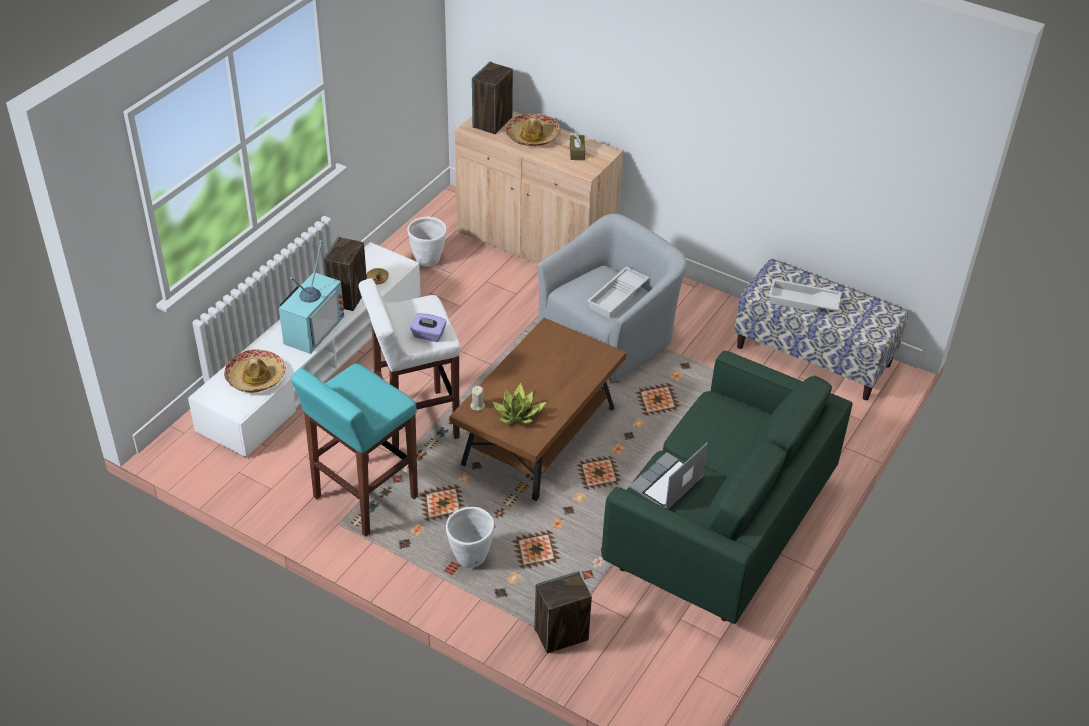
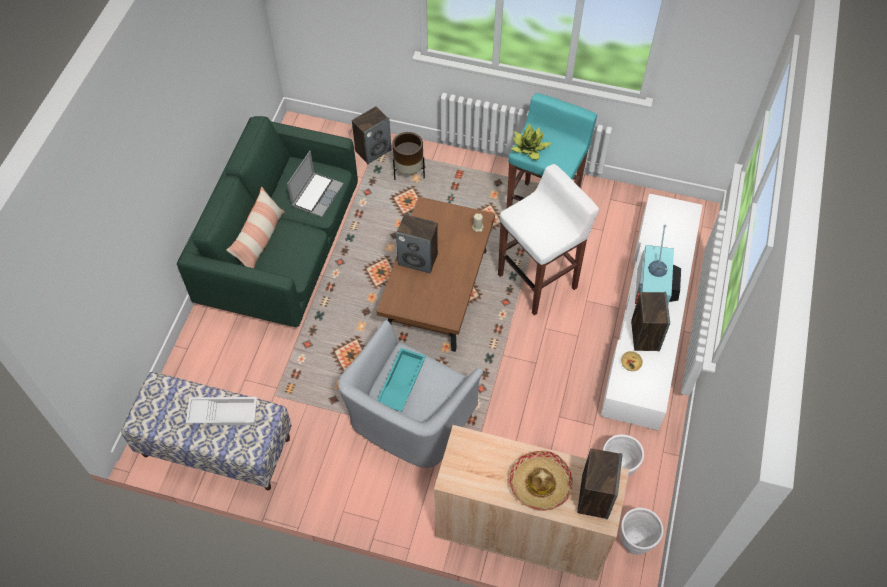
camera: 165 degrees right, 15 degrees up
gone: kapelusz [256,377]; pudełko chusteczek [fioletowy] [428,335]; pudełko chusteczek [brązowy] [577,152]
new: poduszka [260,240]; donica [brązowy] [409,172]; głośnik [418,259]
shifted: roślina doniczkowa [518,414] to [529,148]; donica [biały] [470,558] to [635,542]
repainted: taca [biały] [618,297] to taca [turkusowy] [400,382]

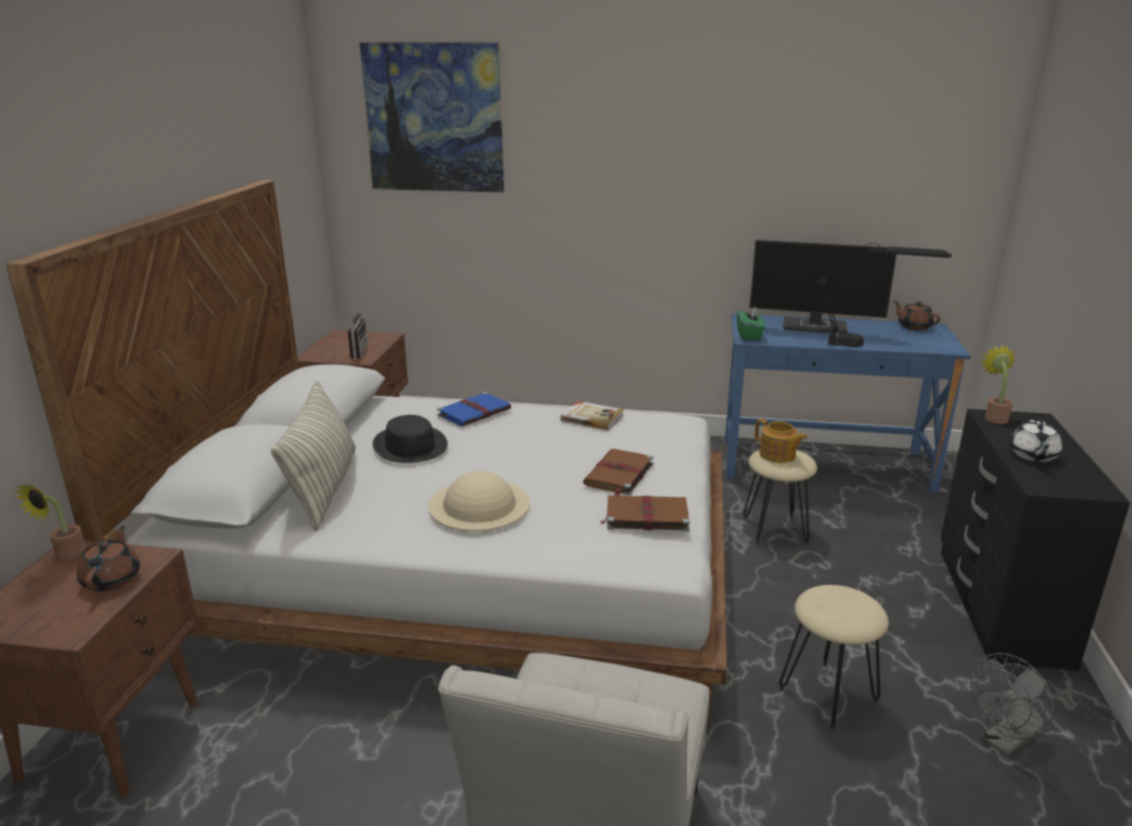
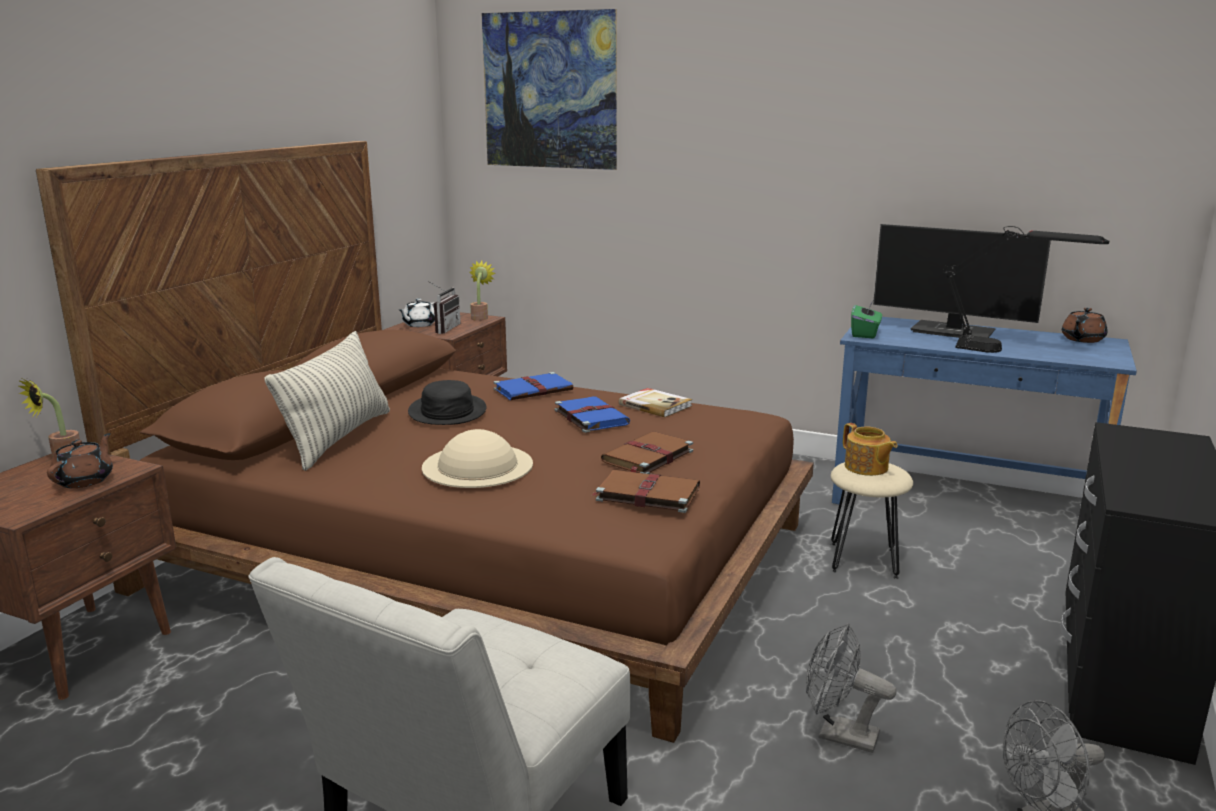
camera: 15 degrees right, 5 degrees down
new: książka [niebieski] [590,417]
shifted: imbryk [biały] [1033,455] to [419,324]; roślina doniczkowa [994,417] to [480,317]
swapped: stołek [beżowy] [829,694] to wentylator [szary] [838,735]
repainted: łóżko [biały] [461,570] to łóżko [brązowy] [487,554]
rotated: imbryk [brązowy] [914,326] = [1082,339] 120 degrees counterclockwise

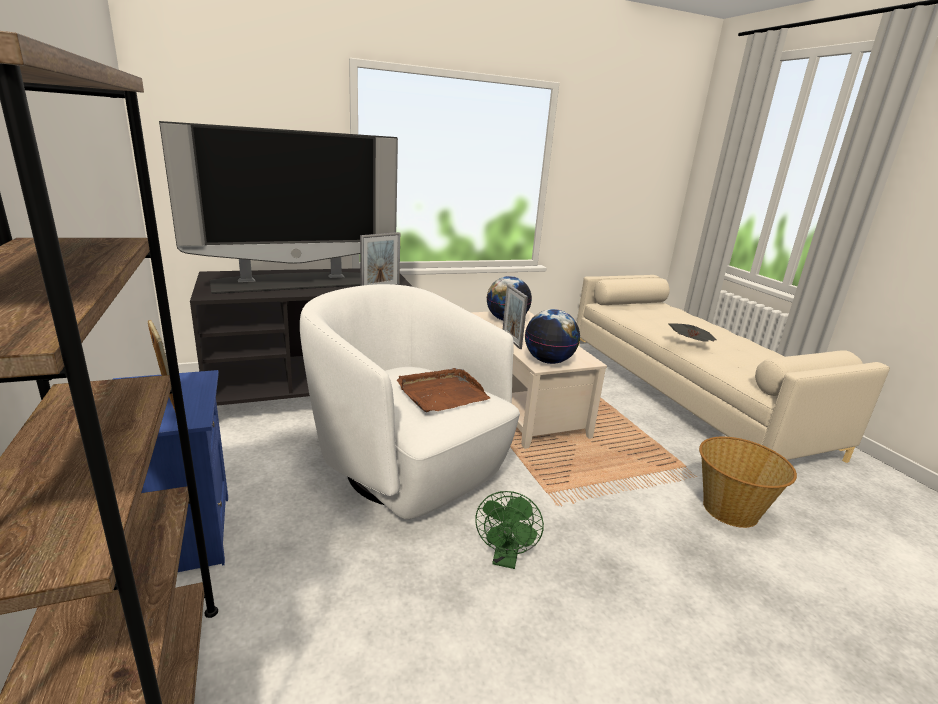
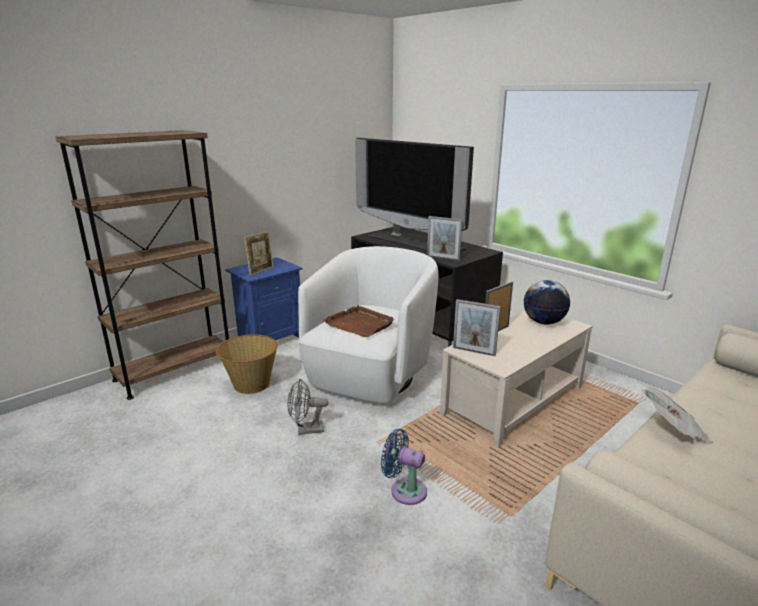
camera: 70 degrees right, 0 degrees up
new: wentylator [niebieski] [405,490]
shifted: koszyk [730,510] to [251,384]
swapped: globus [549,361] to ramka na zdjęcie [474,351]
repainted: wentylator [zielony] [505,559] to wentylator [szary] [306,430]

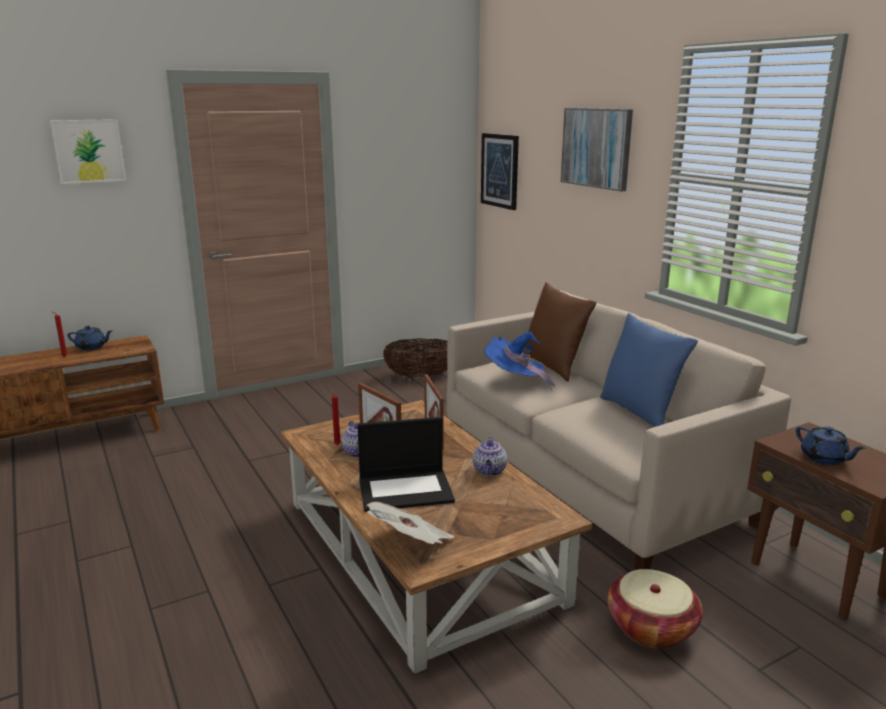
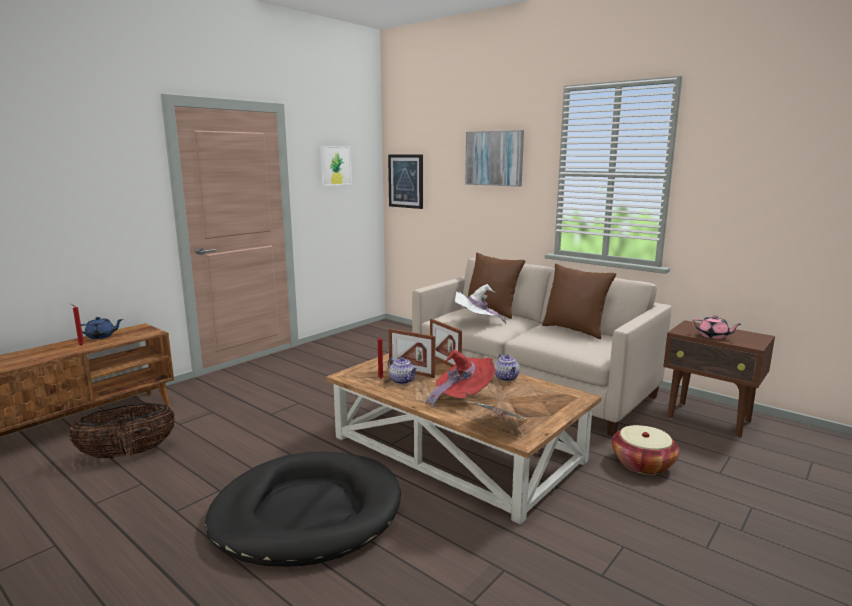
camera: 20 degrees left, 5 degrees down
new: legowisko [czarny] [307,513]
shifted: koszyk [420,376] to [128,453]; obraz [89,151] to [335,165]
swapped: laptop [406,490] to kapelusz [czerwony] [462,397]
repainted: kapelusz [niebieski] [516,380] to kapelusz [biały] [476,322]; poduszka [niebieski] [640,412] to poduszka [brązowy] [574,330]; imbryk [niebieski] [824,458] to imbryk [różowy] [713,336]

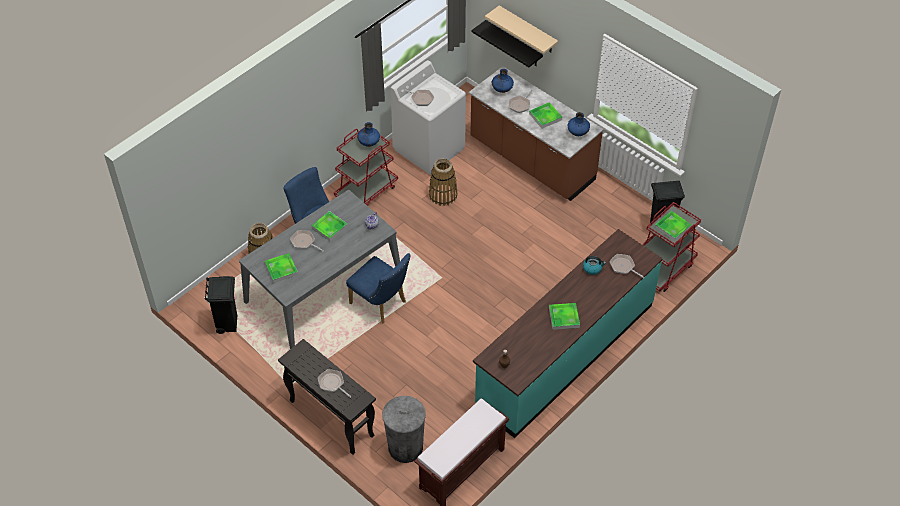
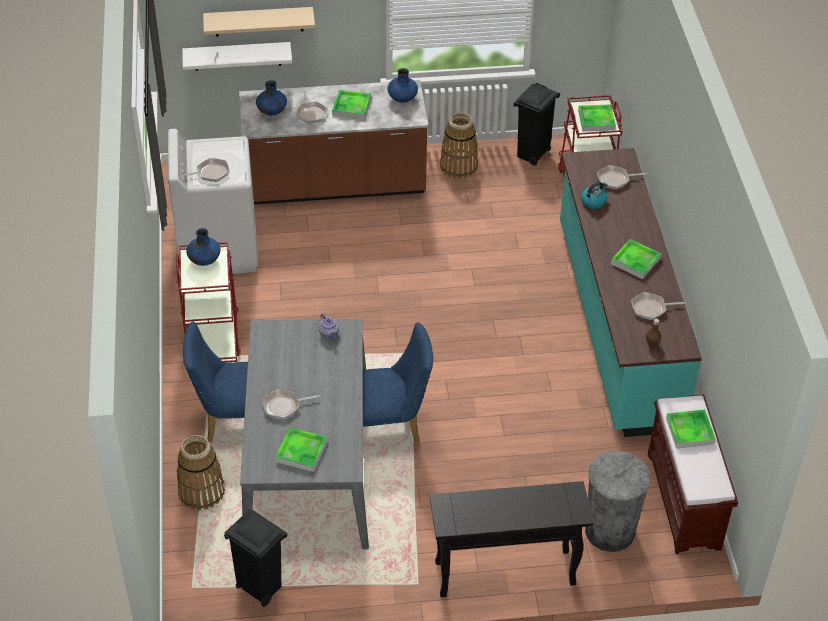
camera: 50 degrees left, 5 degrees down
shifted: koszyk [443,195] to [459,166]; patelnia [332,383] to [651,308]; taca [329,227] to [690,431]
repainted: półka [czarny] [513,44] to półka [biały] [237,56]

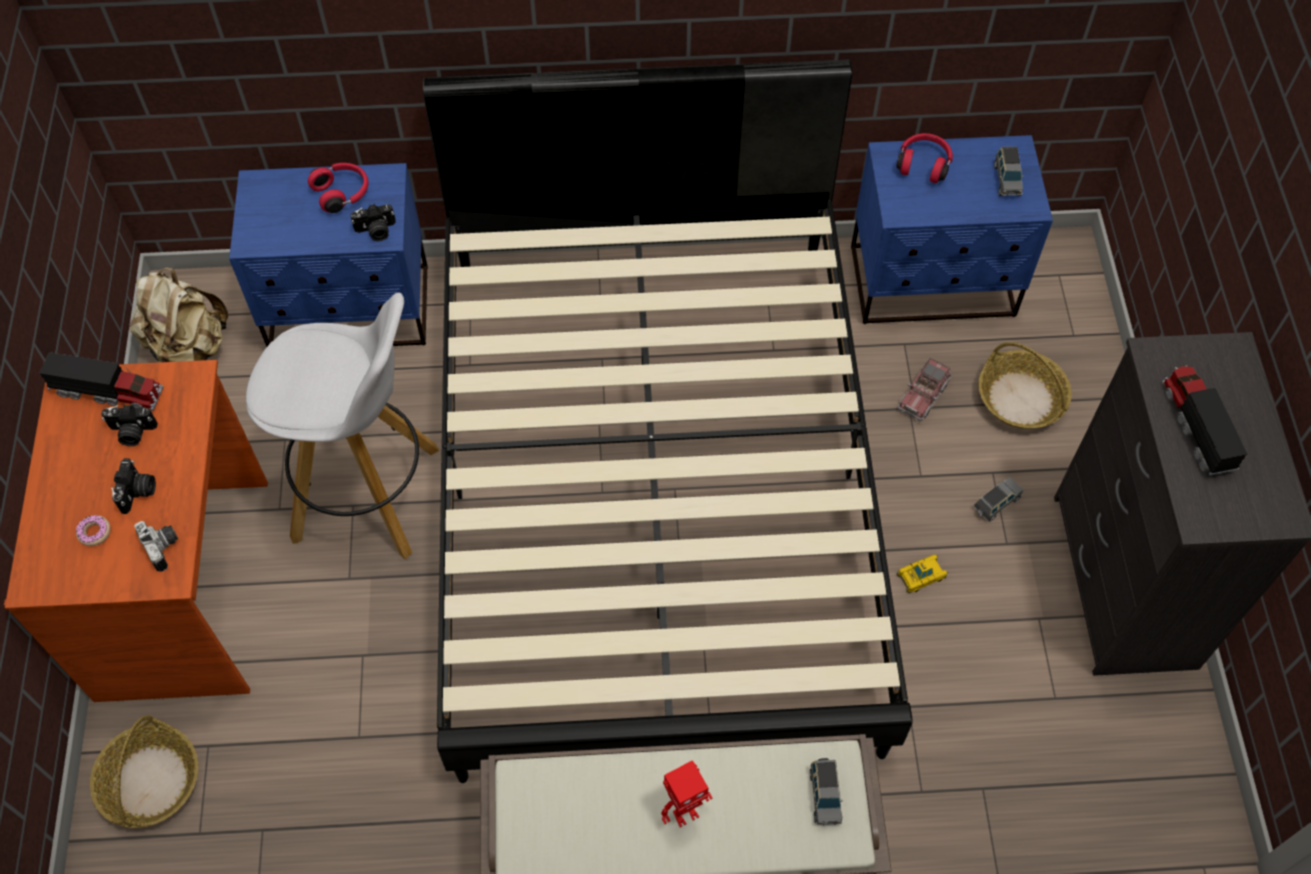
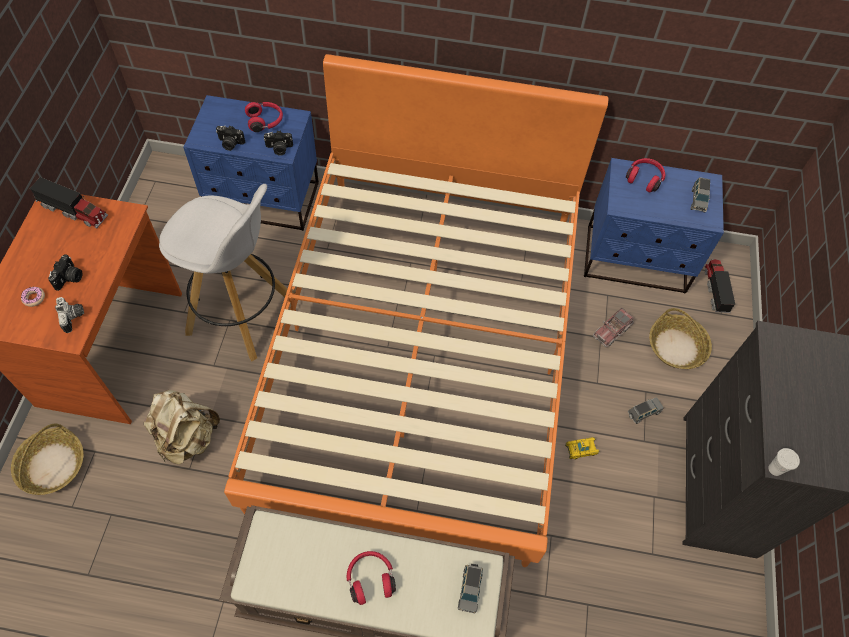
camera: 10 degrees right, 0 degrees up
new: filiżanka [biały] [775,469]
shifted: plecak [beżowy] [189,348] to [187,437]; aparat fotograficzny [132,432] to [230,143]; ciężarówka zabawkowa [1196,426] to [715,289]
swapped: robot zabawkowy [684,813] to słuchawki [czerwony] [370,578]
repainted: łóżko [czarny] [656,487] to łóżko [pomarańczowy] [423,352]

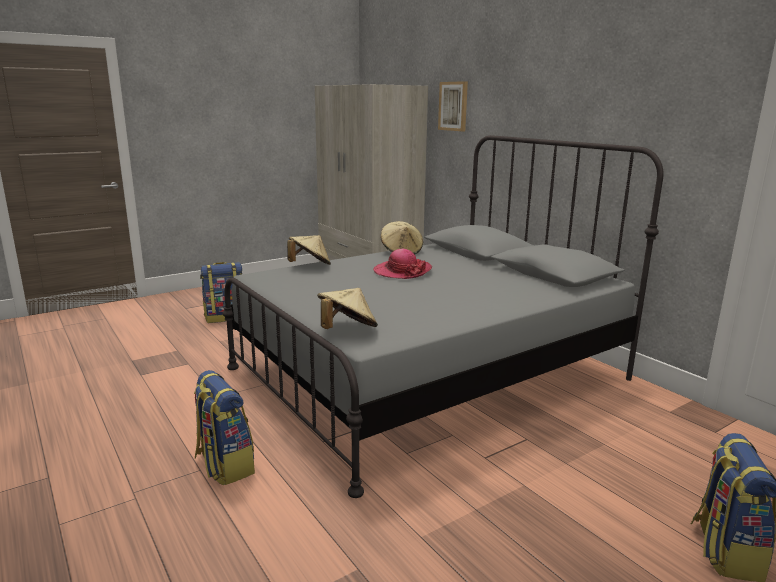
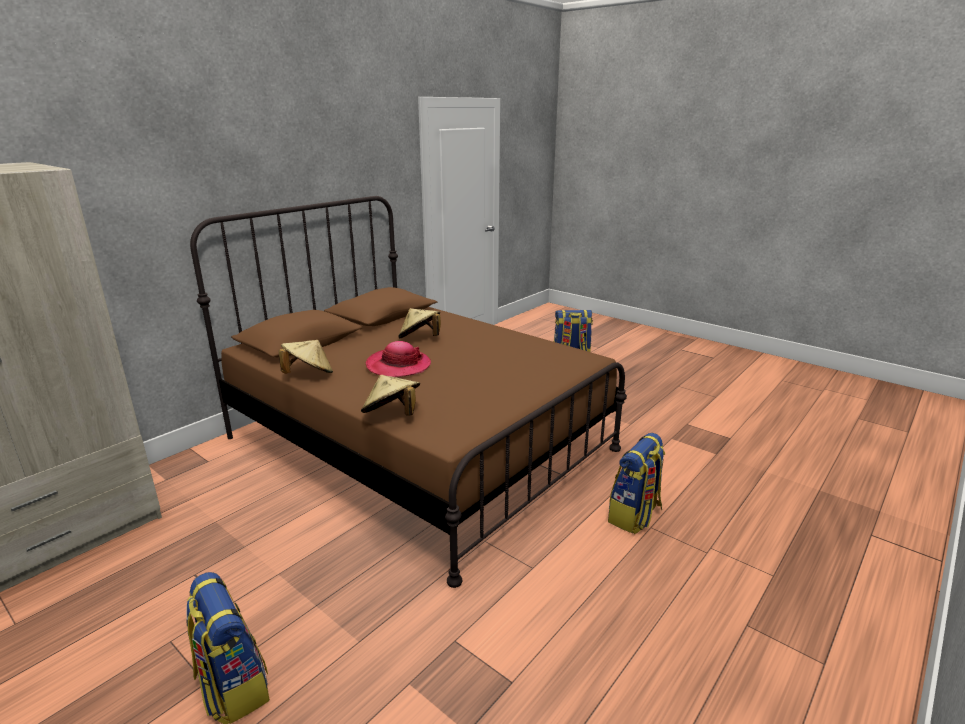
camera: 105 degrees left, 5 degrees up
gone: obraz [453,106]
shifted: kapelusz [beżowy] [347,330] to [420,339]
repainted: łóżko [szary] [429,374] to łóżko [brązowy] [419,443]

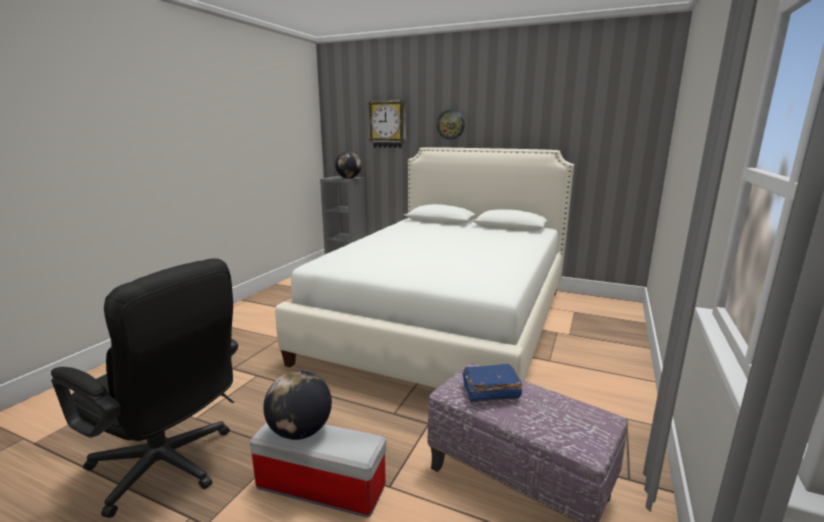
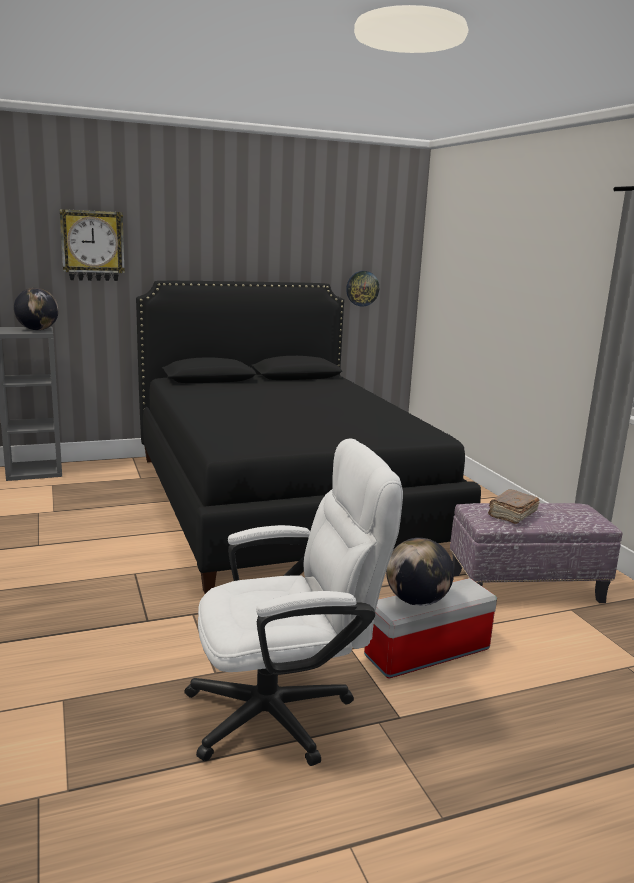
camera: 45 degrees left, 0 degrees up
shifted: zegar ścienny [450,124] to [362,288]
repainted: łóżko [biały] [445,322] to łóżko [czarny] [283,501]; krzesło biurowe [czarny] [170,468] to krzesło biurowe [biały] [285,711]; książka [niebieski] [490,392] to książka [brązowy] [512,515]

